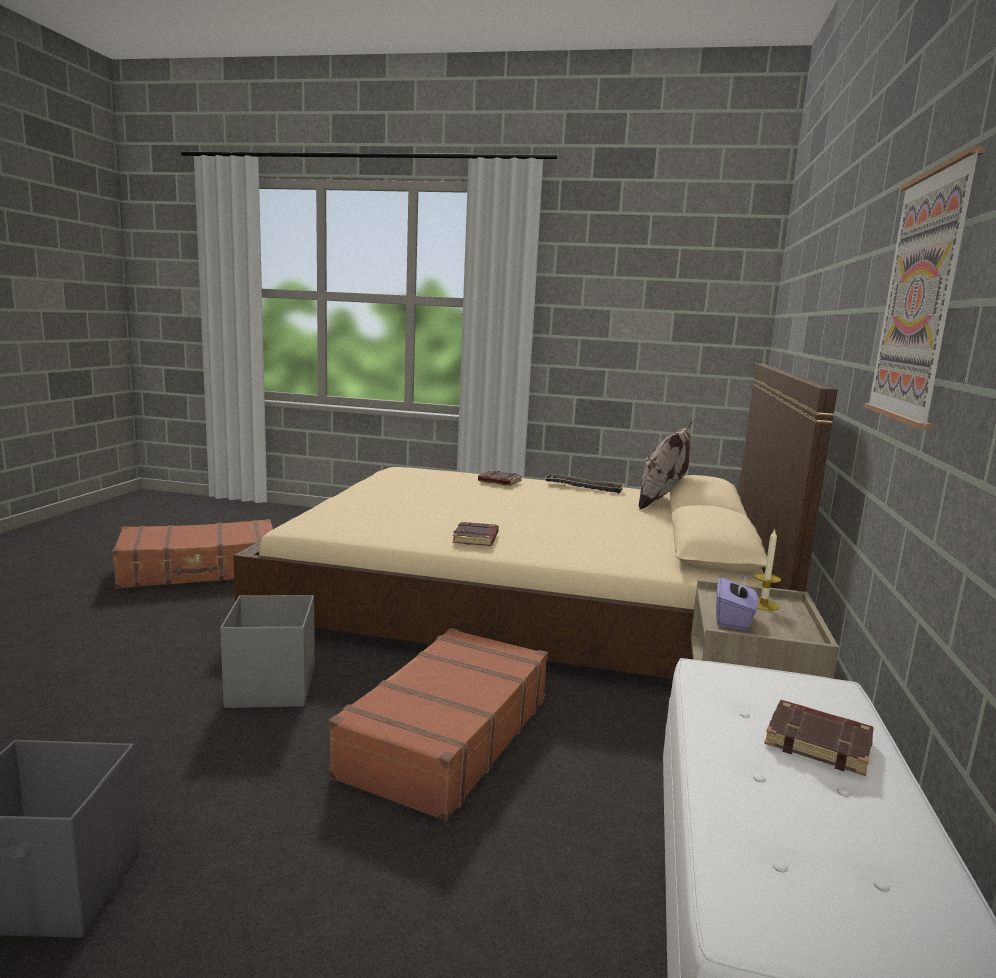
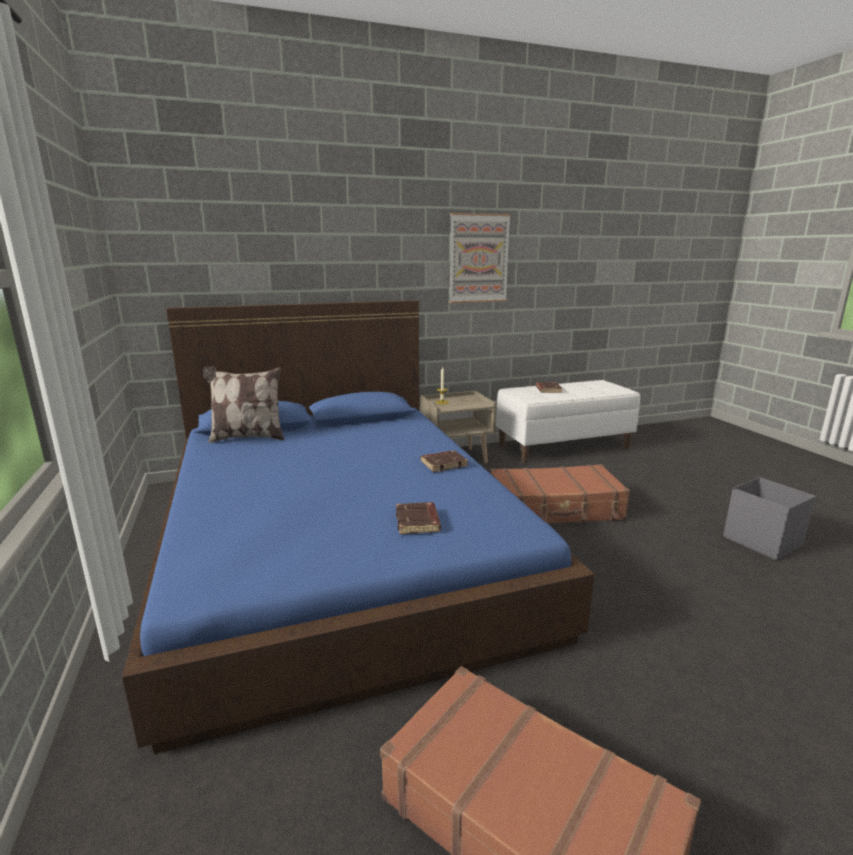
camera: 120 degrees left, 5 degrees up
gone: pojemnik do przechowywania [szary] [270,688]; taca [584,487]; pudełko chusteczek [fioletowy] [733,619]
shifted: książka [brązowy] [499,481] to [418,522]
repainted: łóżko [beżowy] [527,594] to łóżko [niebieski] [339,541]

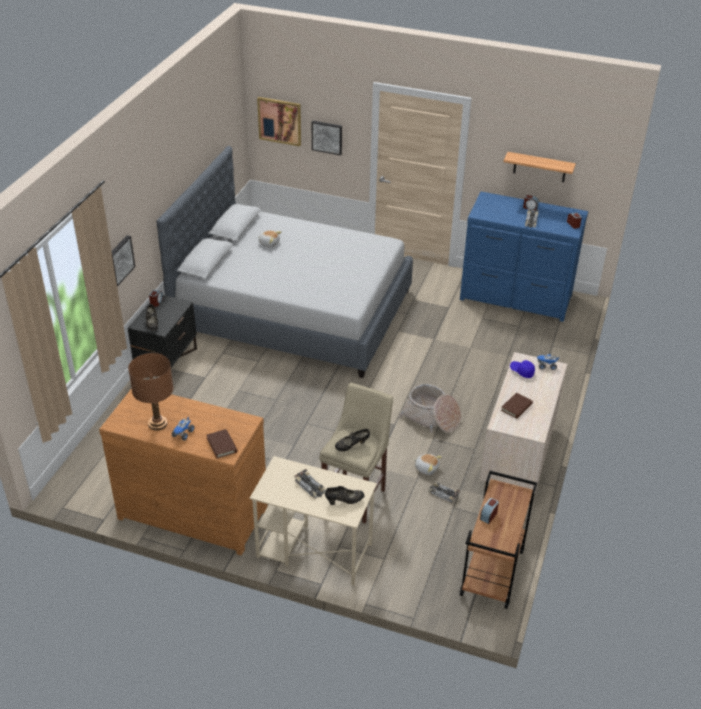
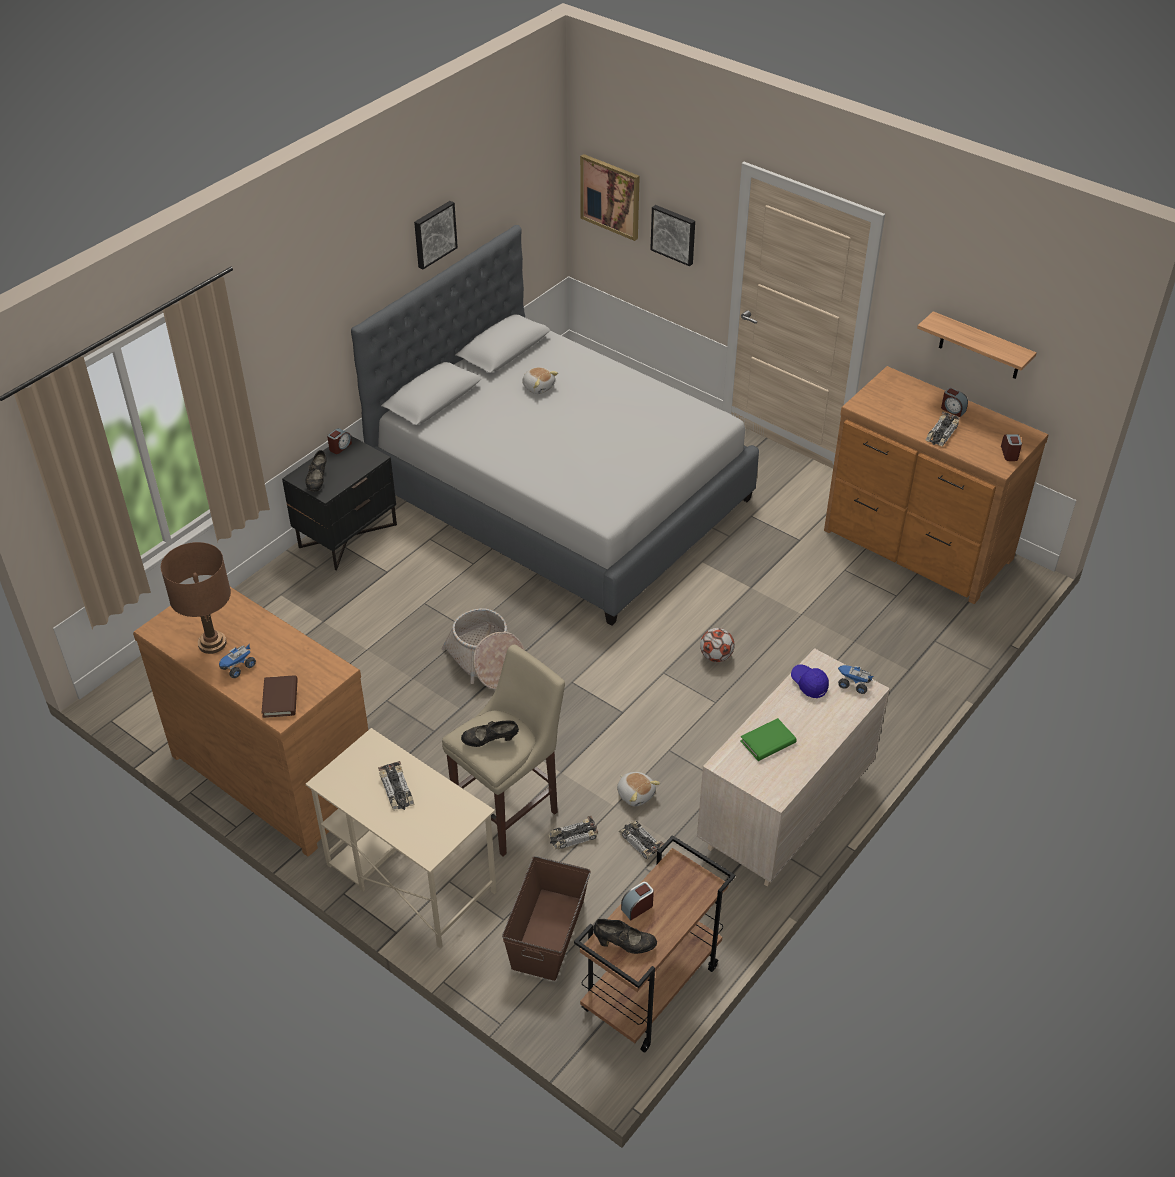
camera: 20 degrees right, 5 degrees up
new: pojemnik do przechowywania [brązowy] [547,934]; samochodzik [572,836]; piłka futbolowa [716,656]
shifted: obraz [120,260] to [434,234]; koszyk [431,418] to [487,661]; but [czarny] [344,501] to [624,944]
repainted: książka [brązowy] [516,407] to książka [zielony] [768,742]; komoda [niebieski] [516,297] to komoda [brązowy] [916,546]

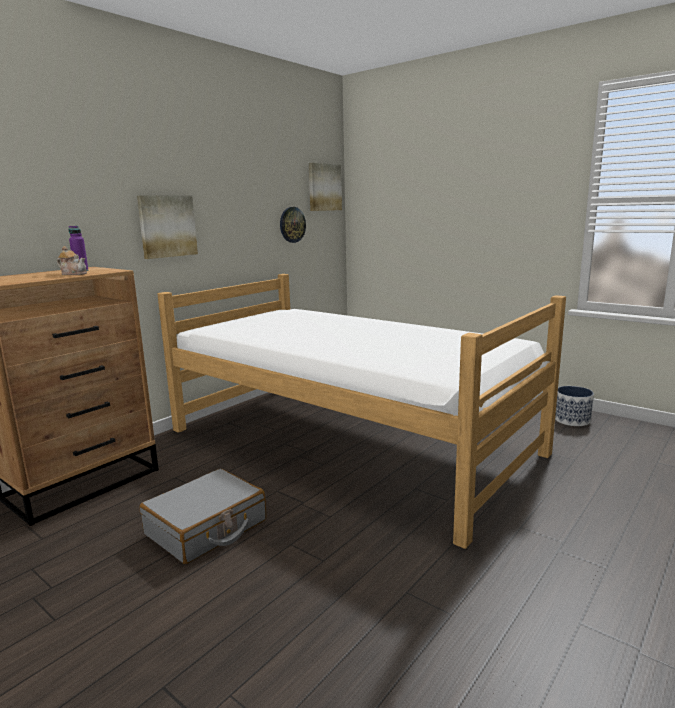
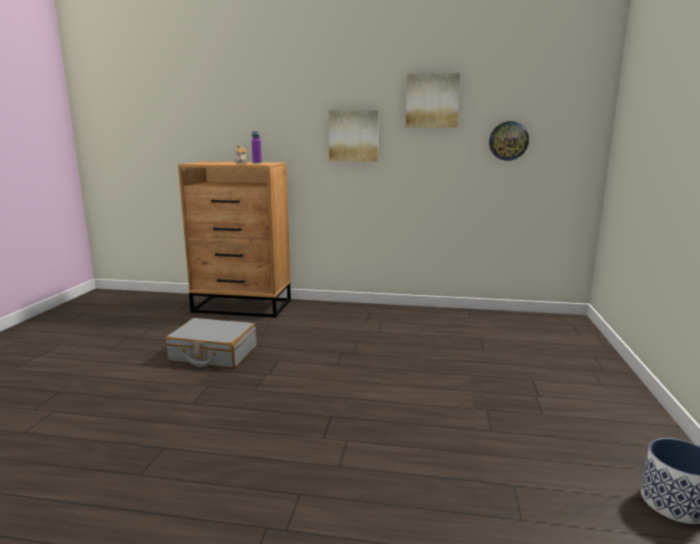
camera: 60 degrees right, 0 degrees up
gone: łóżko [349,441]
shifted: obraz [324,187] to [432,100]

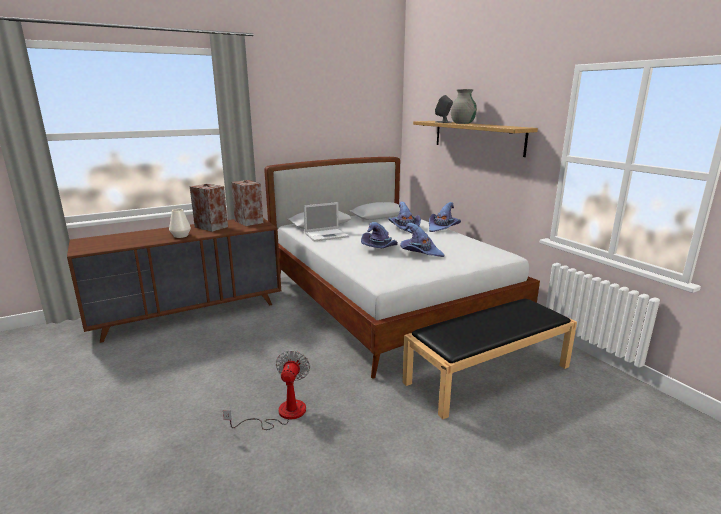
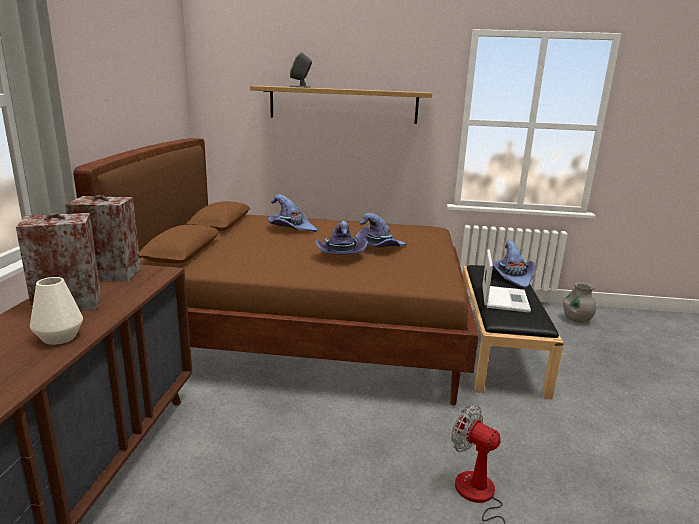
camera: 55 degrees left, 0 degrees up
shifted: laptop [327,235] to [504,298]; kapelusz [fioletowy] [443,228] to [512,277]; wazon [szary] [462,123] to [577,319]
repainted: łóżko [biały] [386,303] to łóżko [brązowy] [305,330]

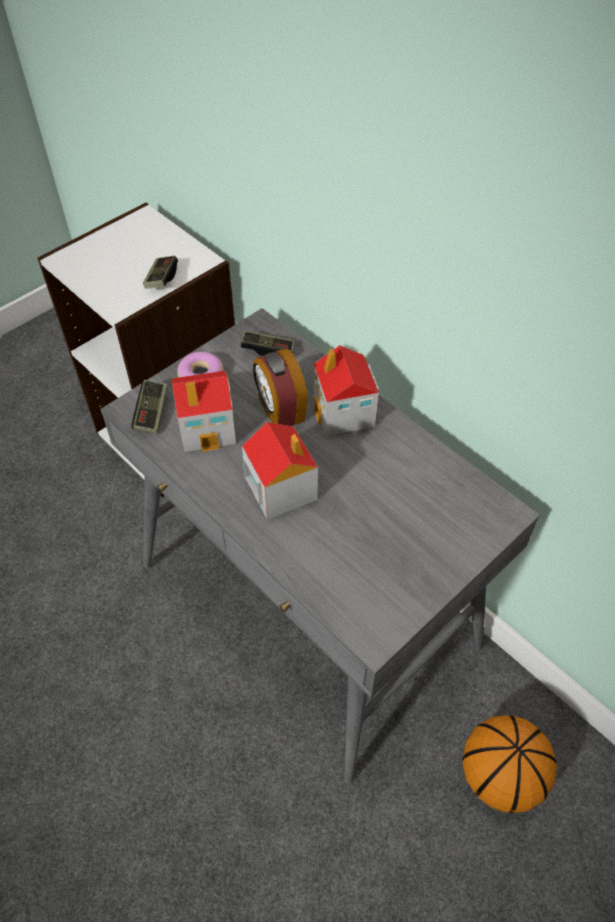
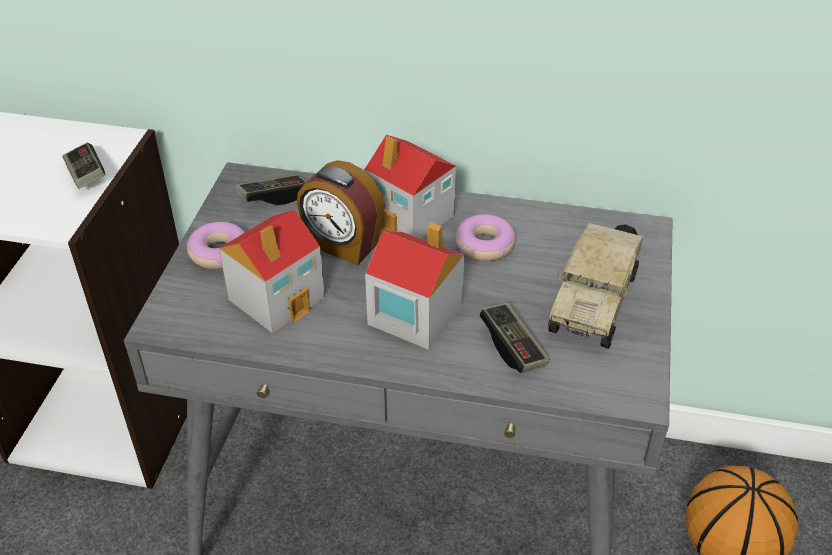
camera: 35 degrees left, 10 degrees down
new: donut [484,245]; ciężarówka zabawkowa [594,298]
shifted: pad do gier [152,413] to [513,347]

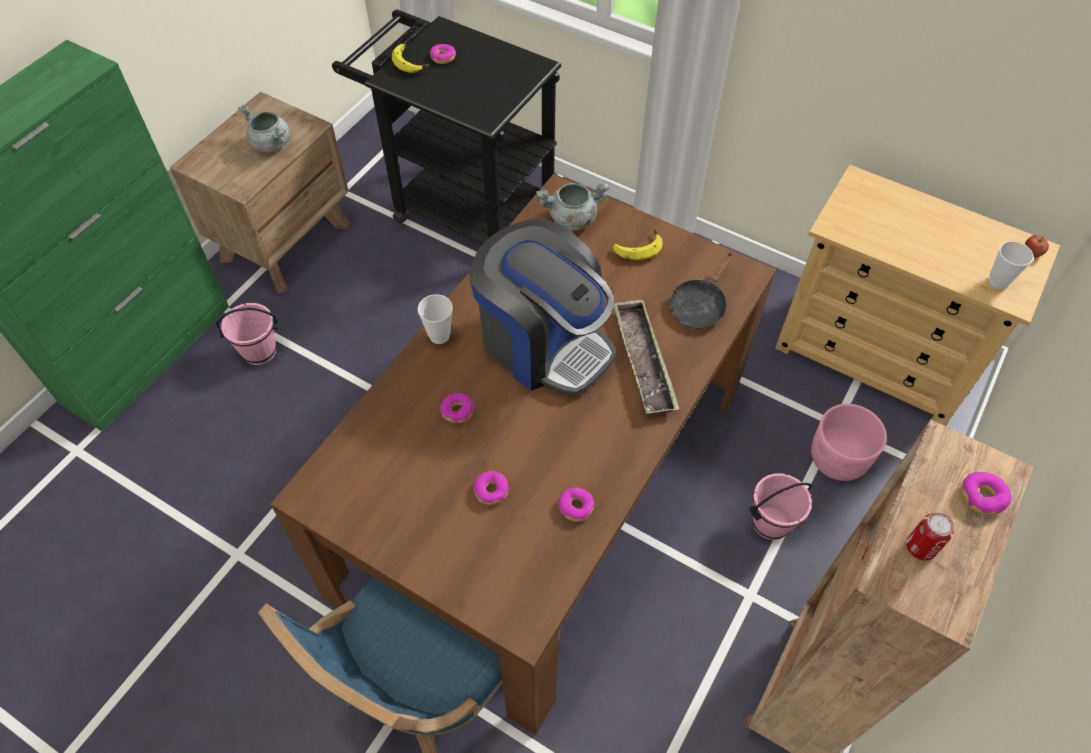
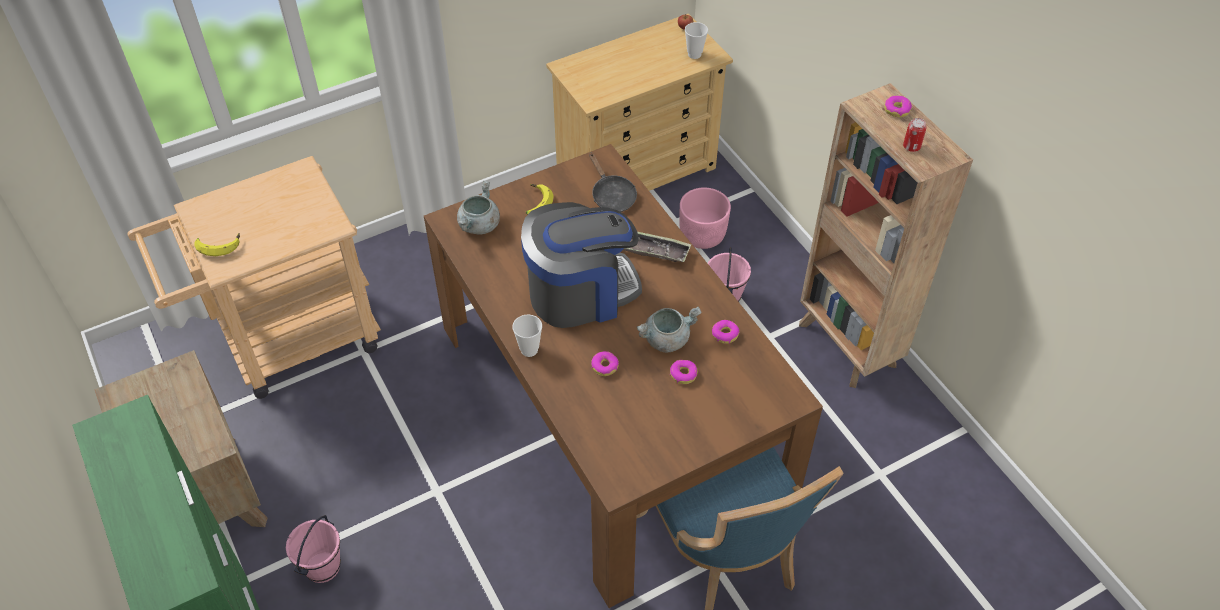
camera: 60 degrees left, 5 degrees down
gone: donut [443,57]
shifted: garnek [szary] [271,144] to [666,339]
repainted: wózek [czarny] [461,206] to wózek [beżowy] [286,342]

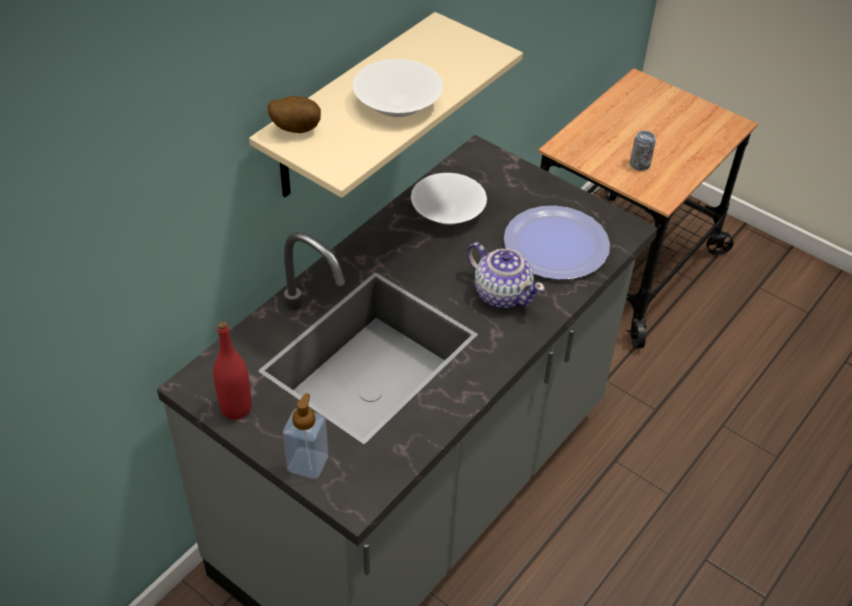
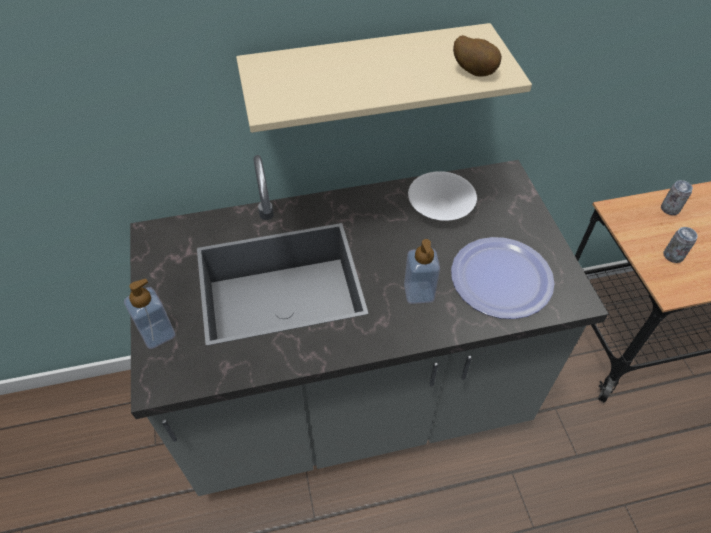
camera: 40 degrees right, 5 degrees up
gone: butelka [czerwony] [236,408]; miska [biały] [398,102]
new: puszka [669,209]
shifted: ziemniak [295,129] to [475,71]
swapped: imbryk [502,293] to dozownik mydła [419,292]

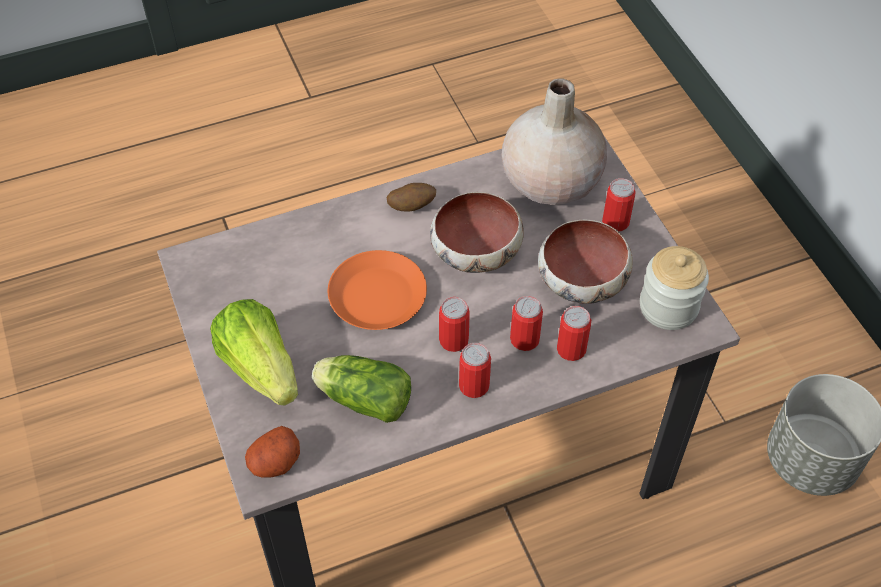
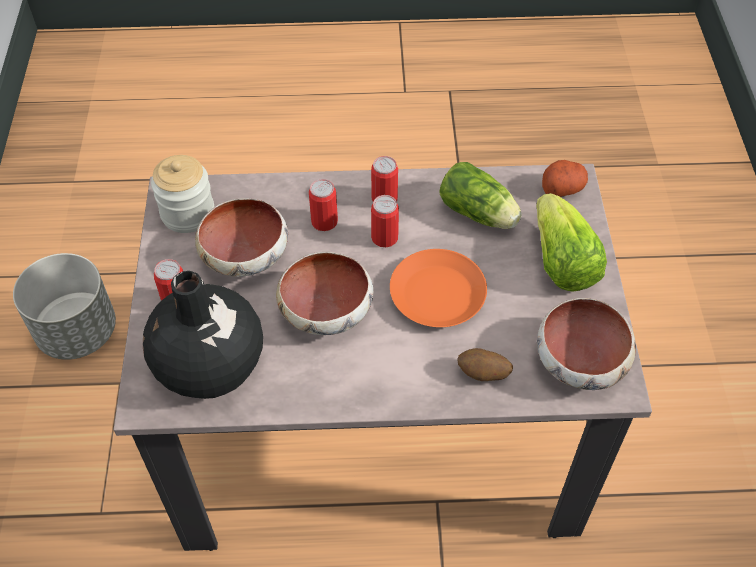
camera: 160 degrees left, 0 degrees up
gone: puszka [571,349]
new: miska [581,363]
shifted: ziemniak [411,206] to [483,374]
repainted: wazon [beżowy] [550,181] to wazon [czarny] [210,365]

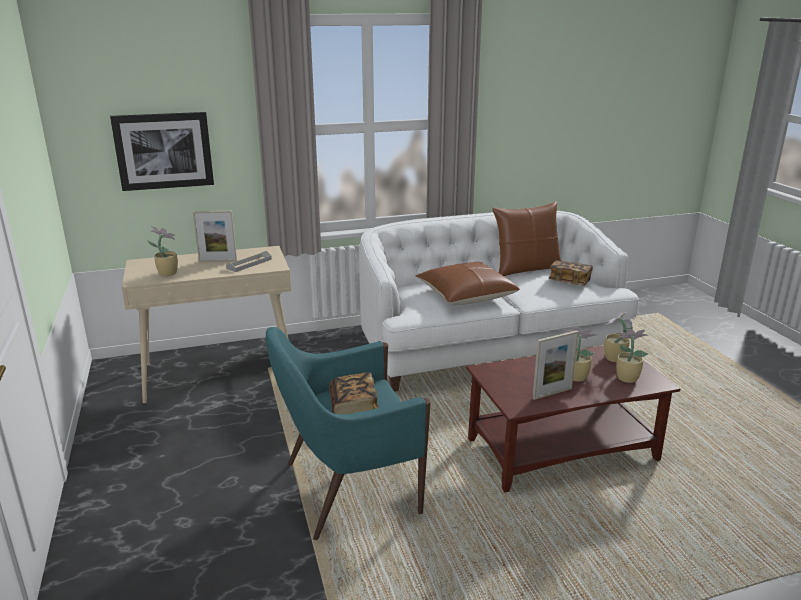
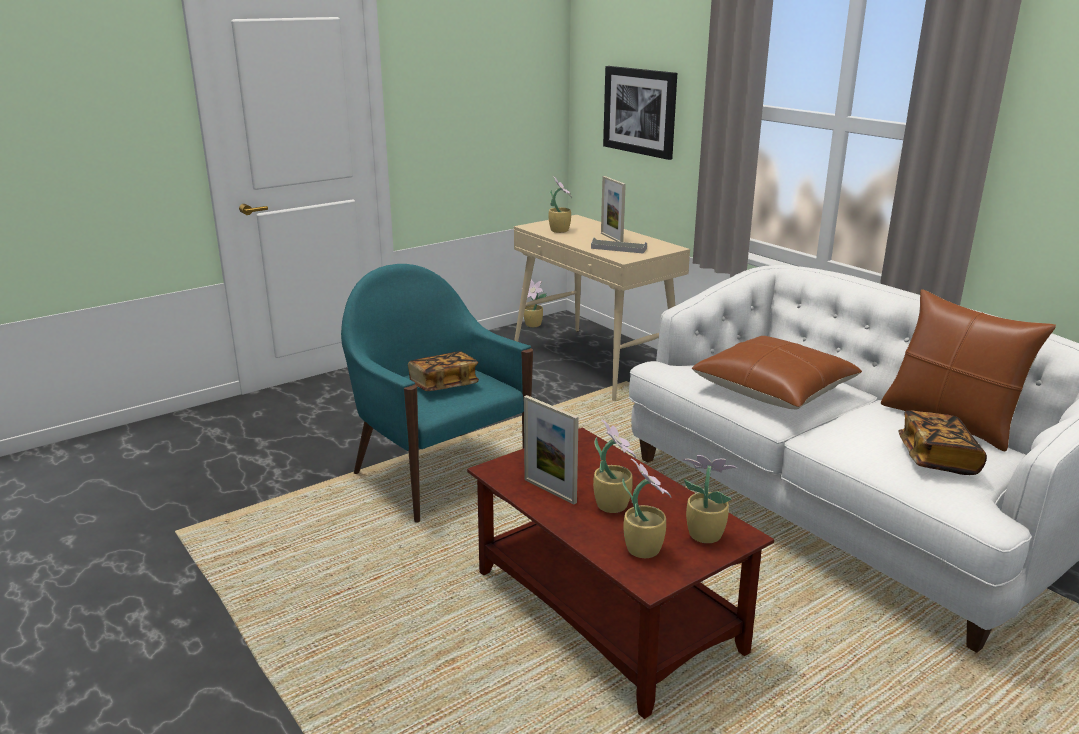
camera: 70 degrees right, 0 degrees up
new: roślina doniczkowa [533,325]

